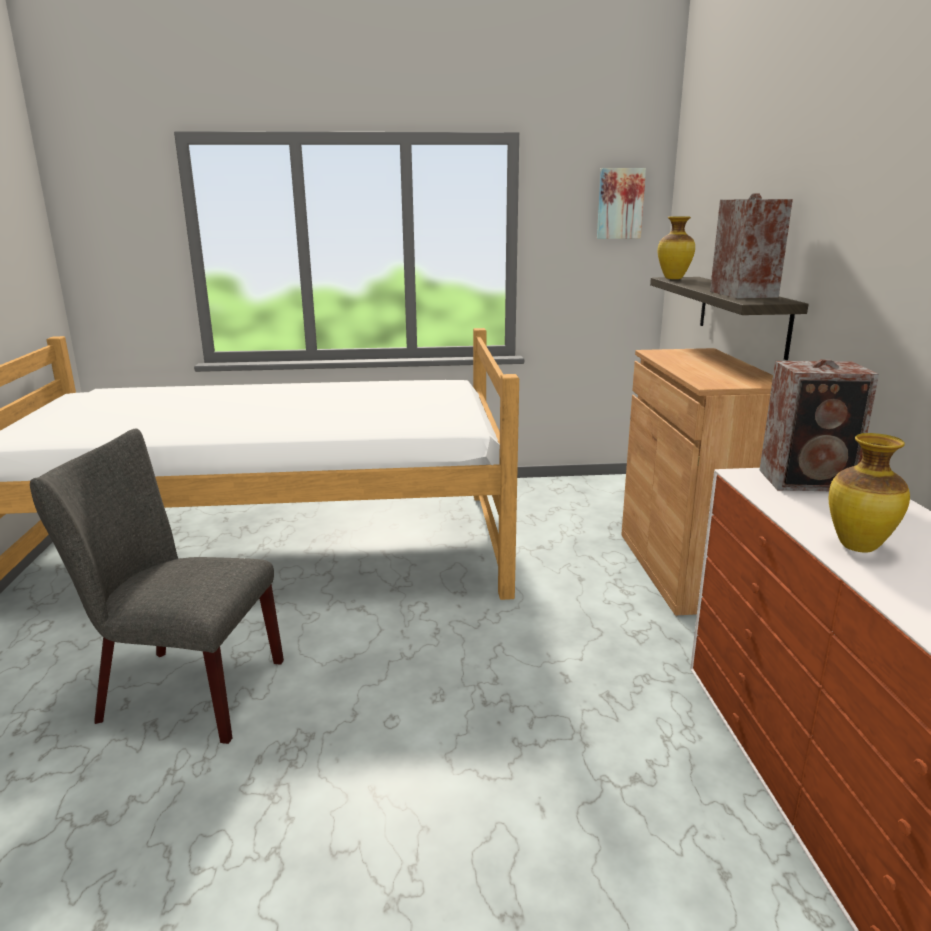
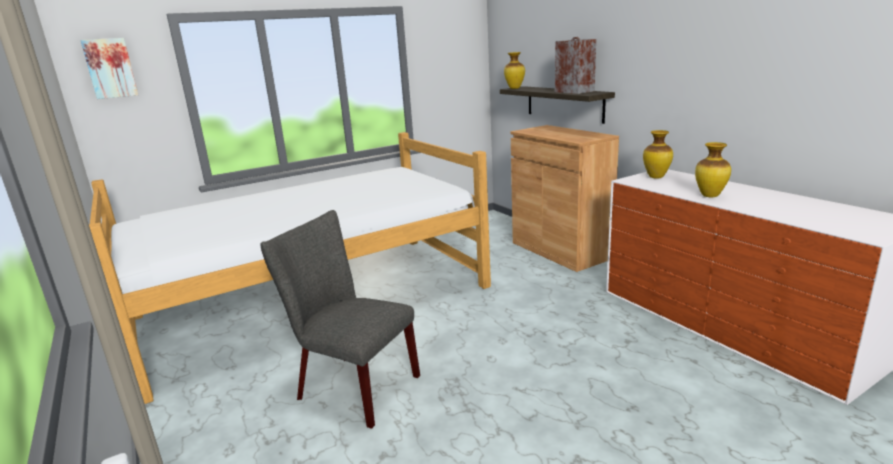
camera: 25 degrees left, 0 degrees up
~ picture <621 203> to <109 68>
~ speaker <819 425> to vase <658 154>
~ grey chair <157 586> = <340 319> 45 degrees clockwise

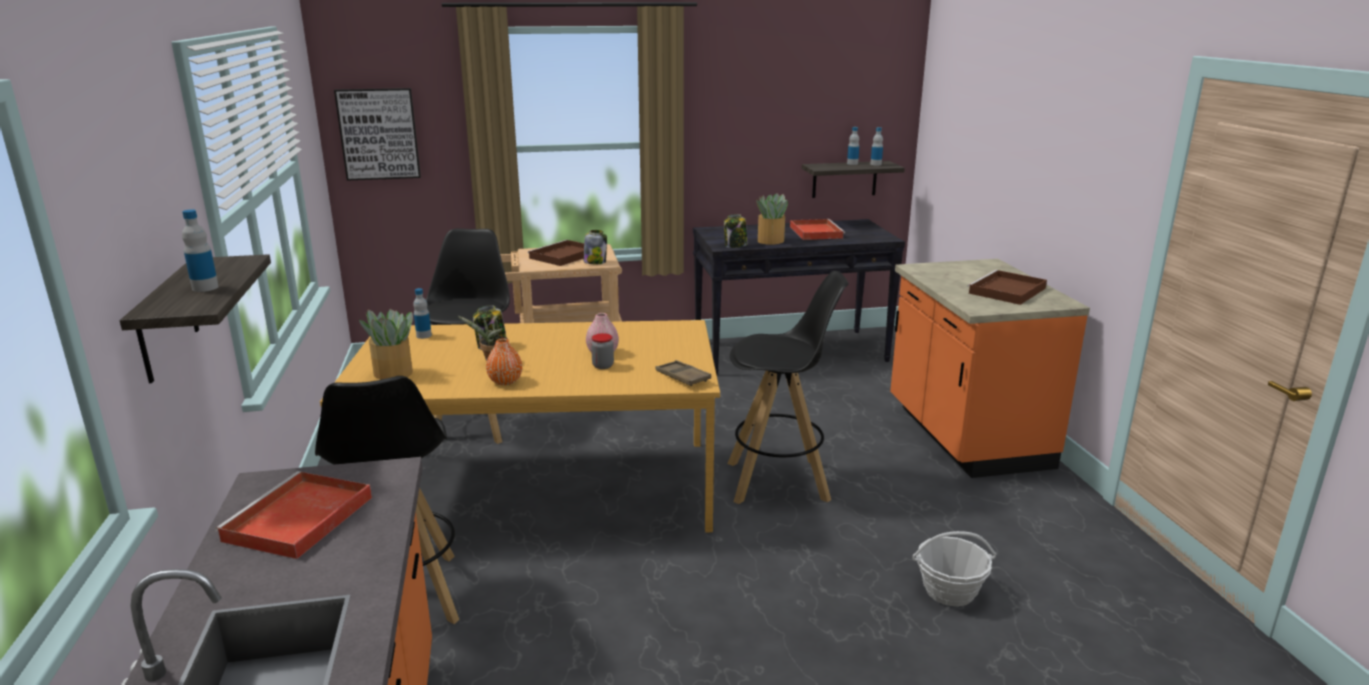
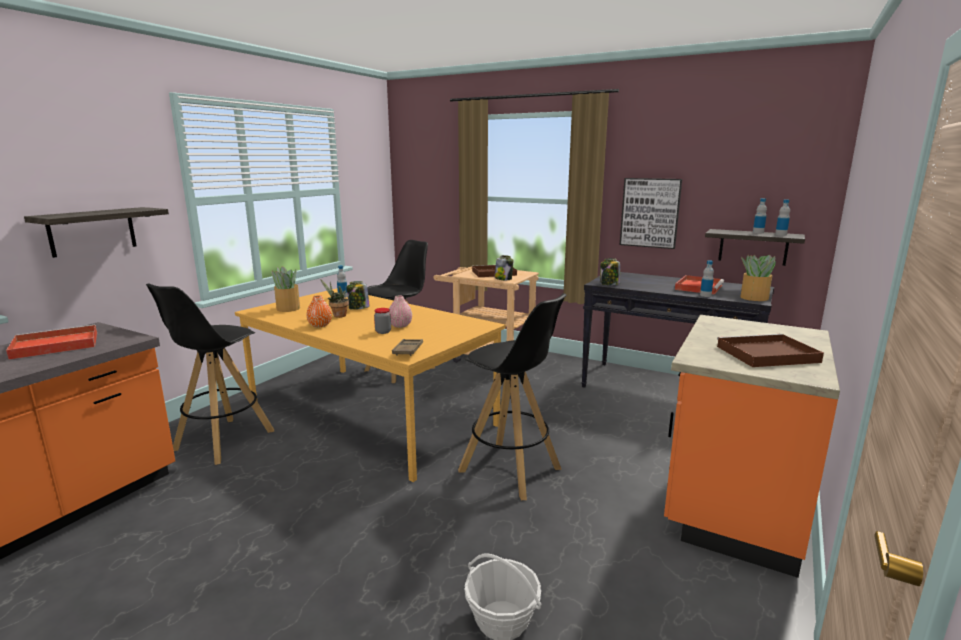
camera: 40 degrees right, 5 degrees down
~ bottle <200 250> to <707 278>
~ picture <377 134> to <651 213>
~ potted plant <772 219> to <758 277>

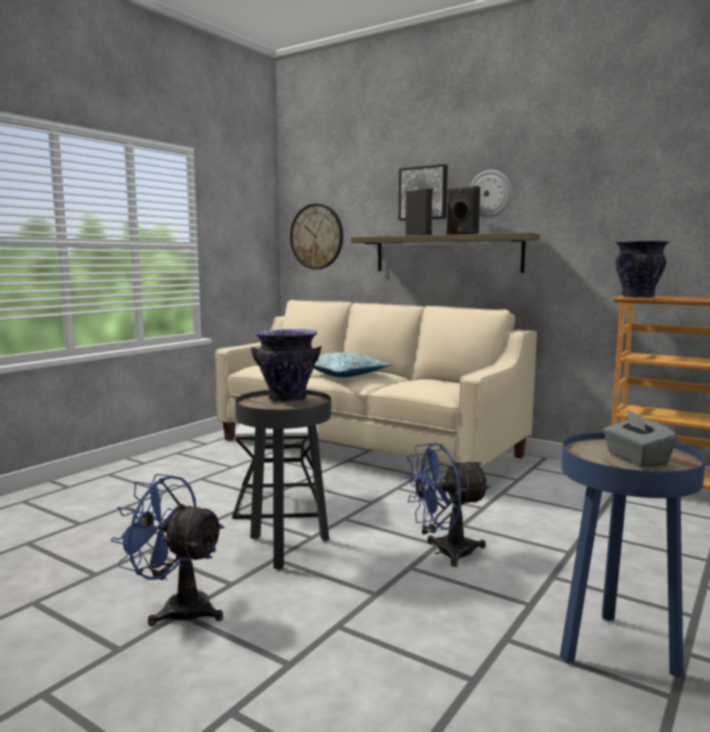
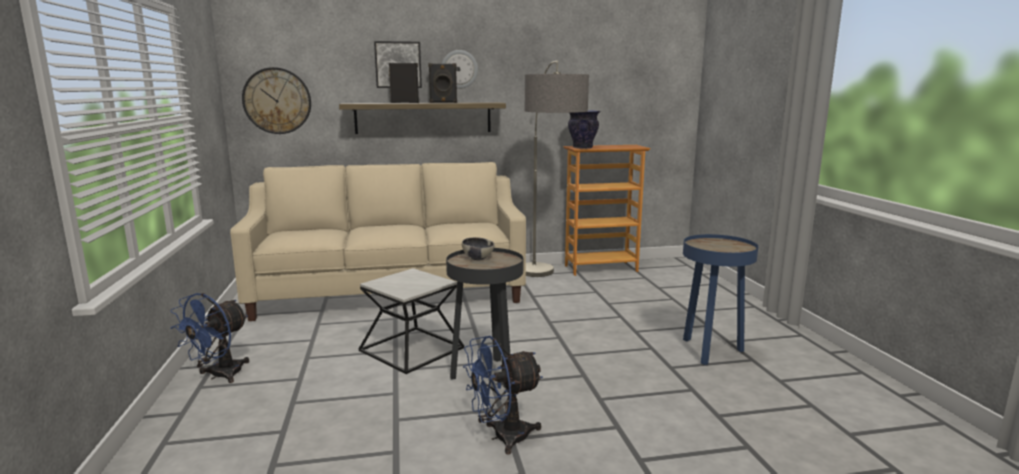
camera: 45 degrees left, 5 degrees up
- pillow <353 364>
- grey tissue box <640 438>
+ floor lamp <557 169>
~ blue fan <447 505> to <209 338>
~ vase <286 366> to bowl <478 248>

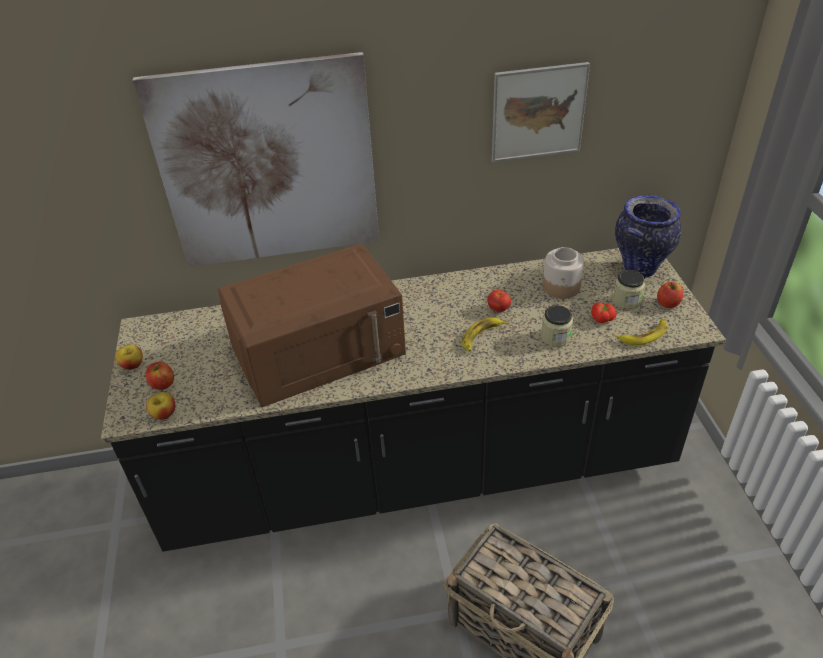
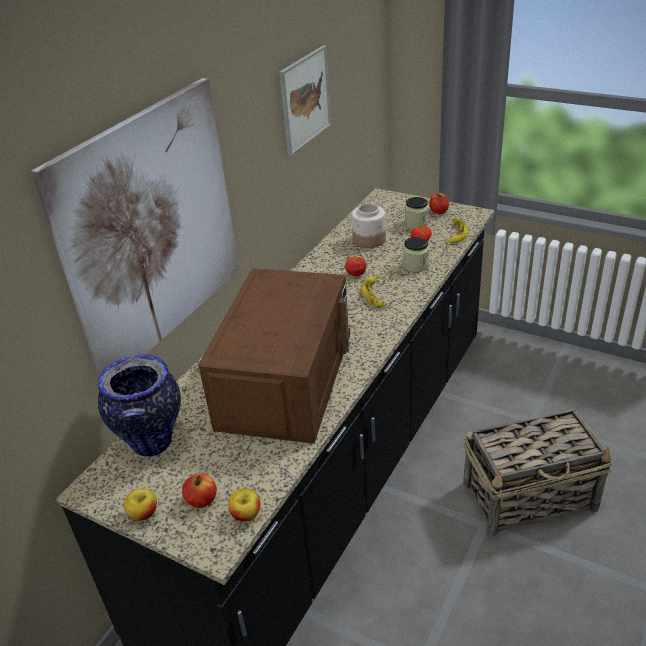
camera: 50 degrees left, 5 degrees down
~ vase <648 236> to <139 406>

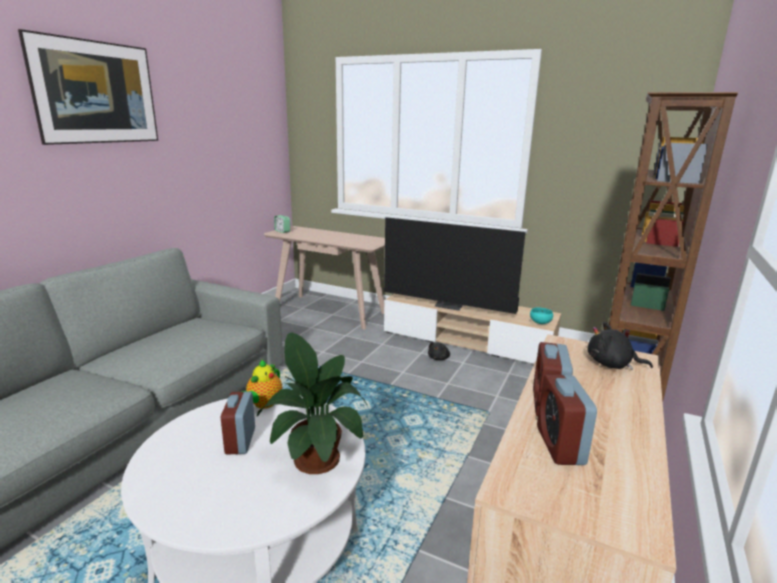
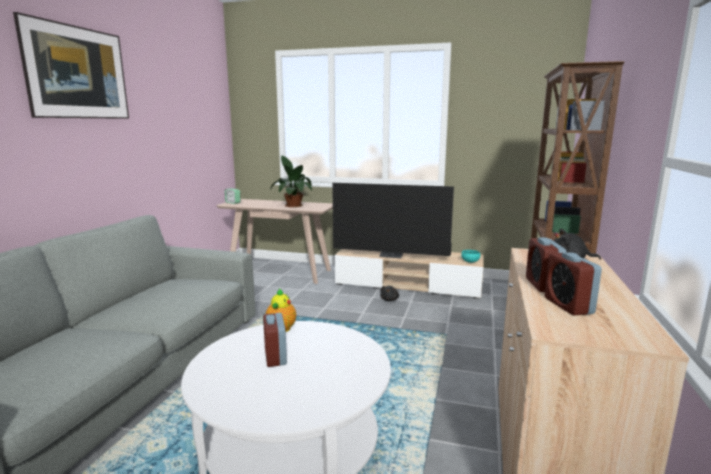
camera: 10 degrees left, 5 degrees down
~ potted plant <312 403> to <291 181>

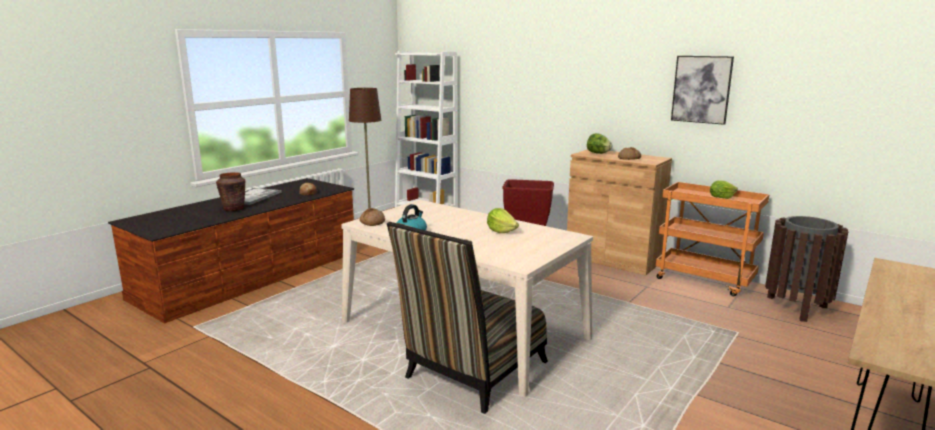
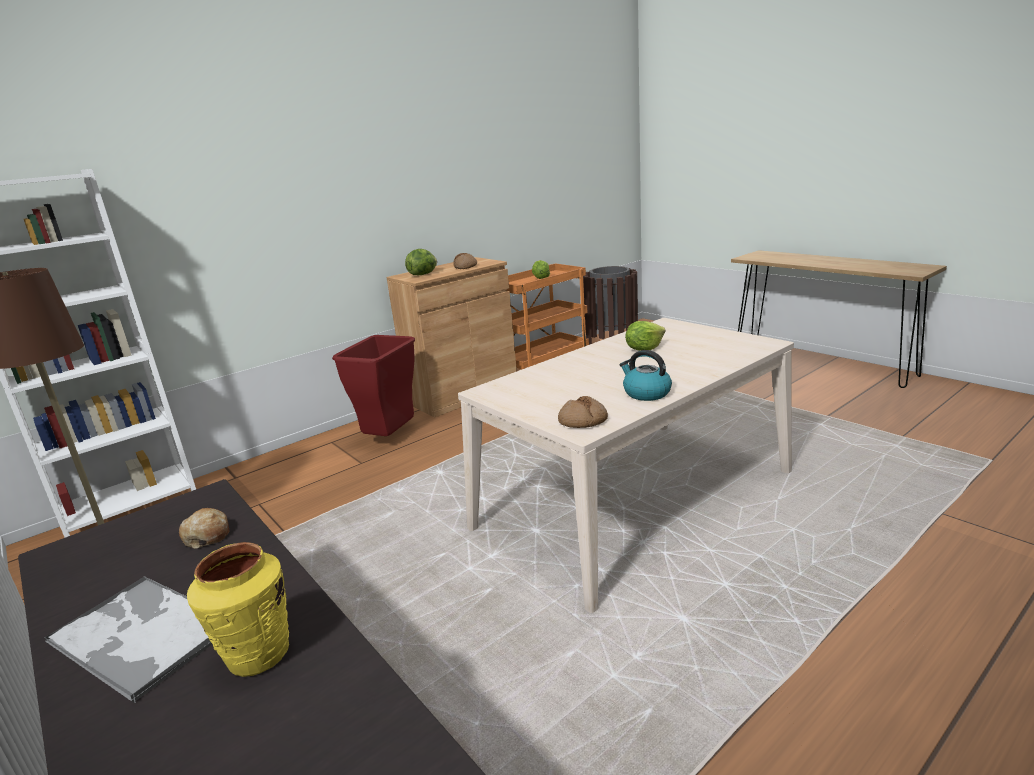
camera: 75 degrees left, 5 degrees up
- chair <467 318>
- picture <702 90>
~ brown vase <231 191> to yellow vase <238 609>

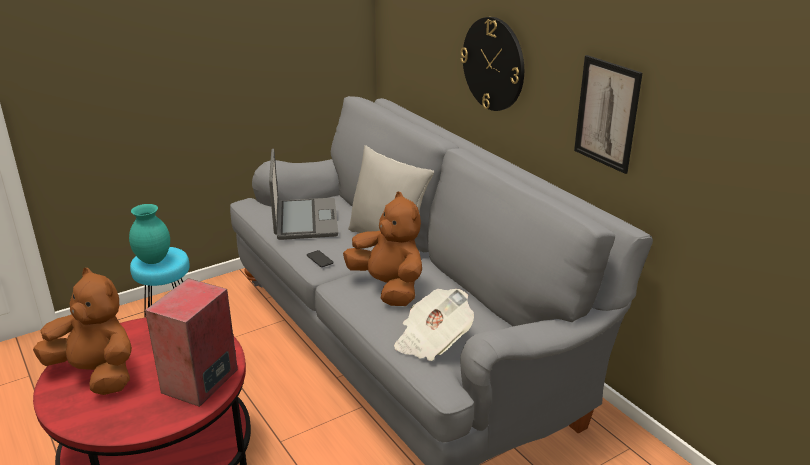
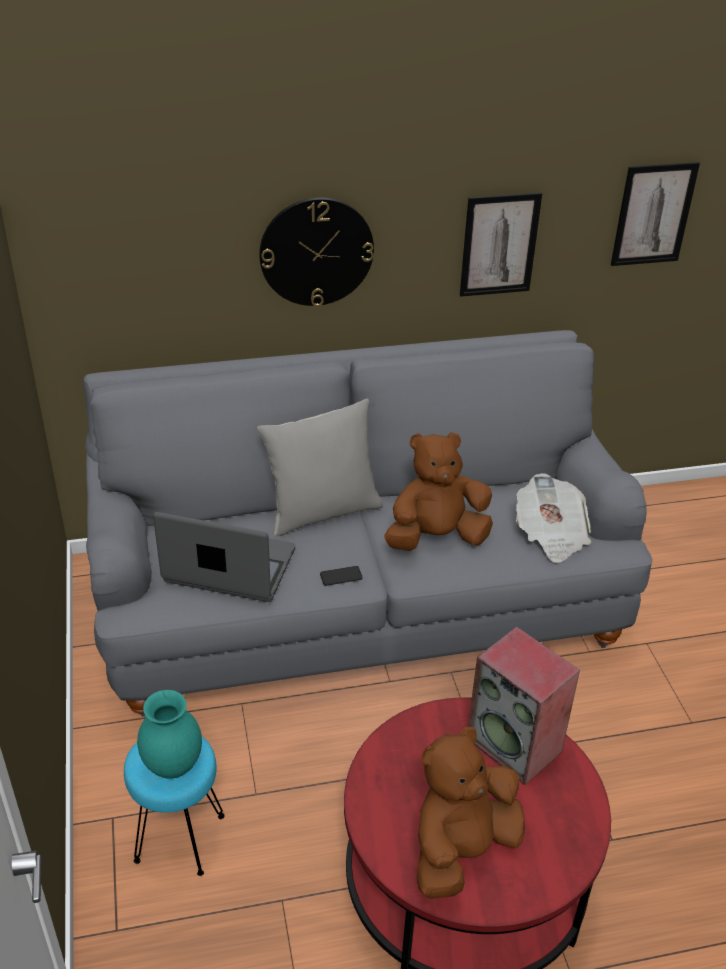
camera: 70 degrees left, 10 degrees up
+ picture <655 214>

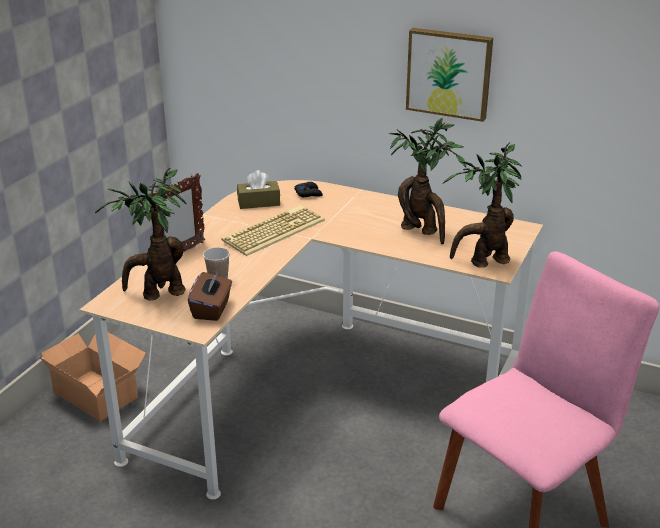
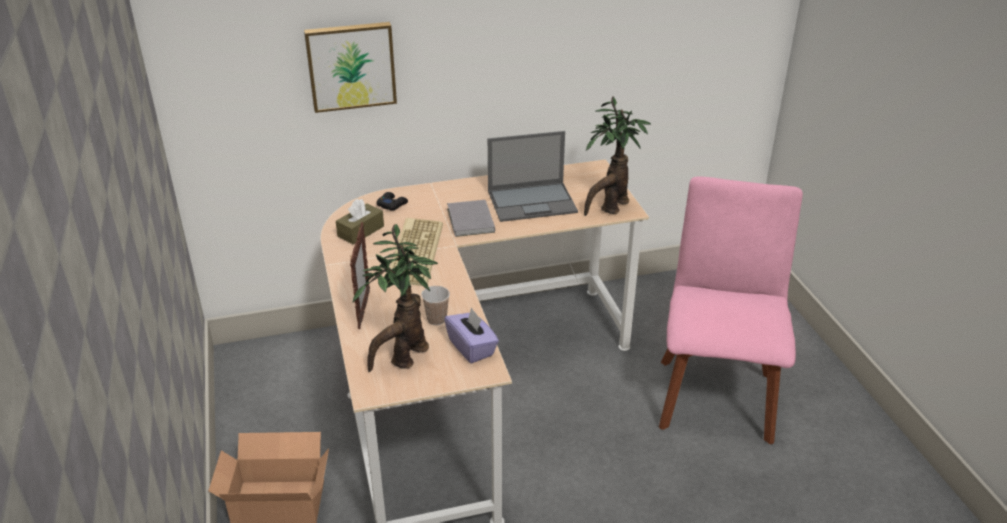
camera: 40 degrees left, 5 degrees up
+ grey book <471 218>
~ picture <449 75> to <350 67>
~ potted plant <427 180> to laptop <533 176>
~ brown tissue box <210 296> to purple tissue box <471 335>

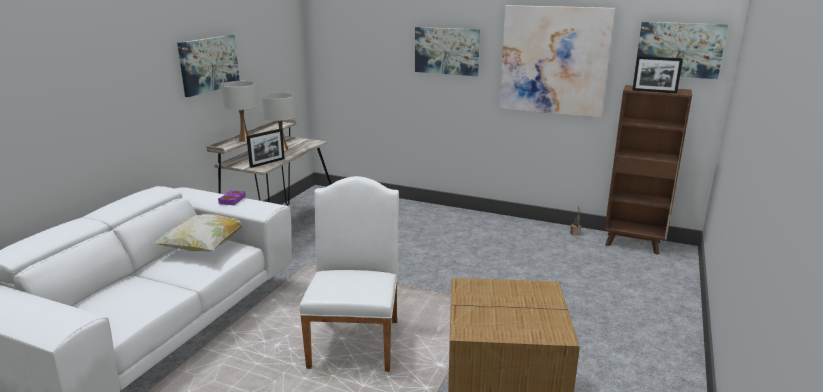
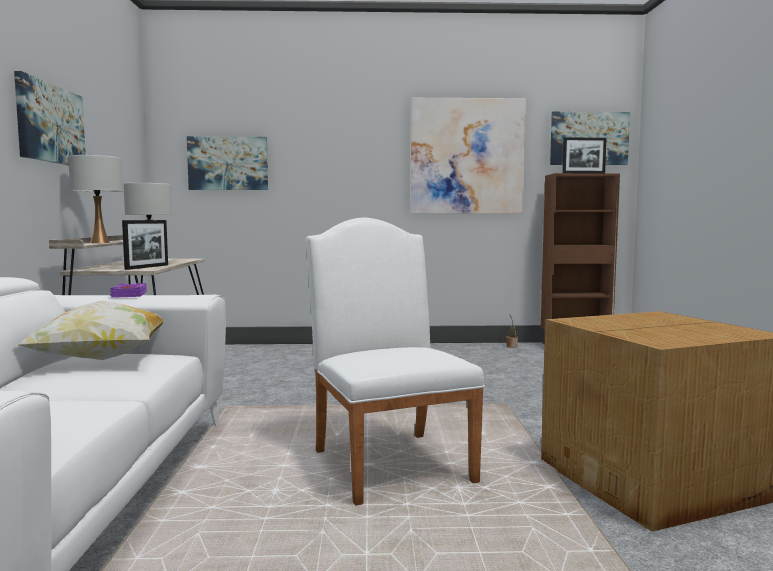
camera: 25 degrees left, 15 degrees down
~ picture <447 51> to <227 163>

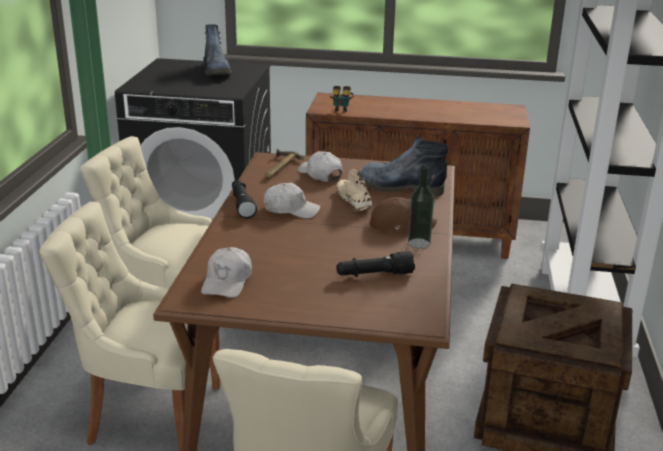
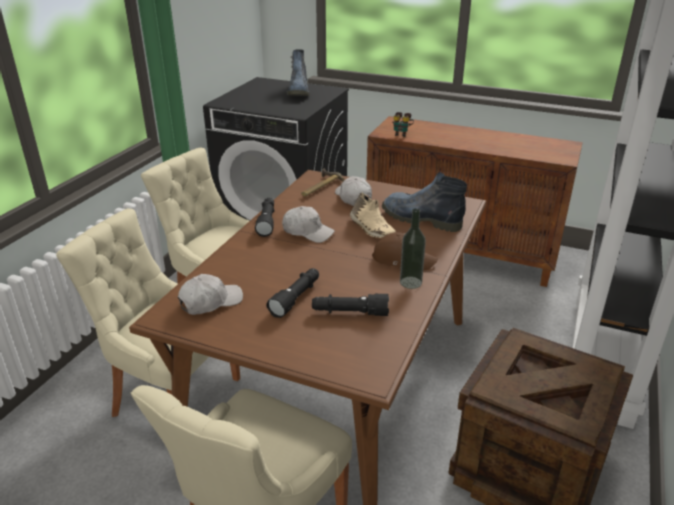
camera: 15 degrees right, 5 degrees up
+ black flashlight <292 293>
~ white cap <226 272> = <210 294> 150 degrees counterclockwise
~ beige shoe <355 190> = <373 215> 150 degrees clockwise

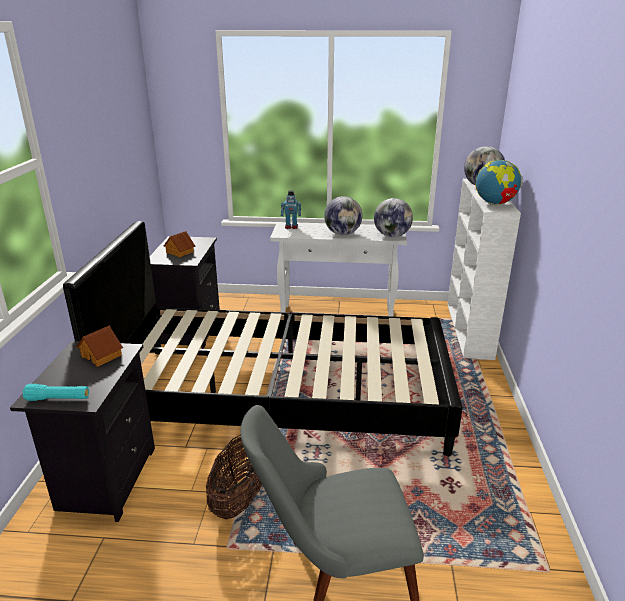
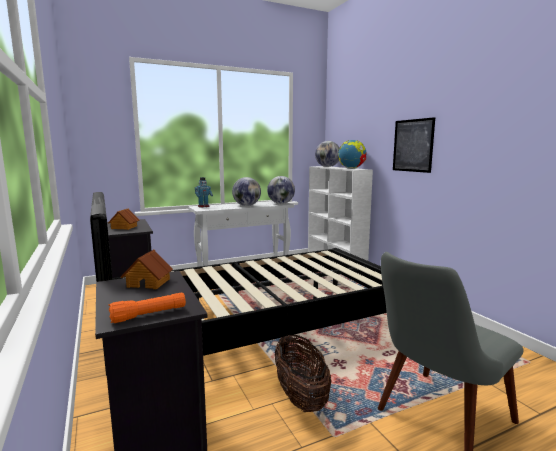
camera: 30 degrees left, 15 degrees down
+ picture <414 145>
~ turquoise flashlight <56 392> to orange flashlight <147 308>

